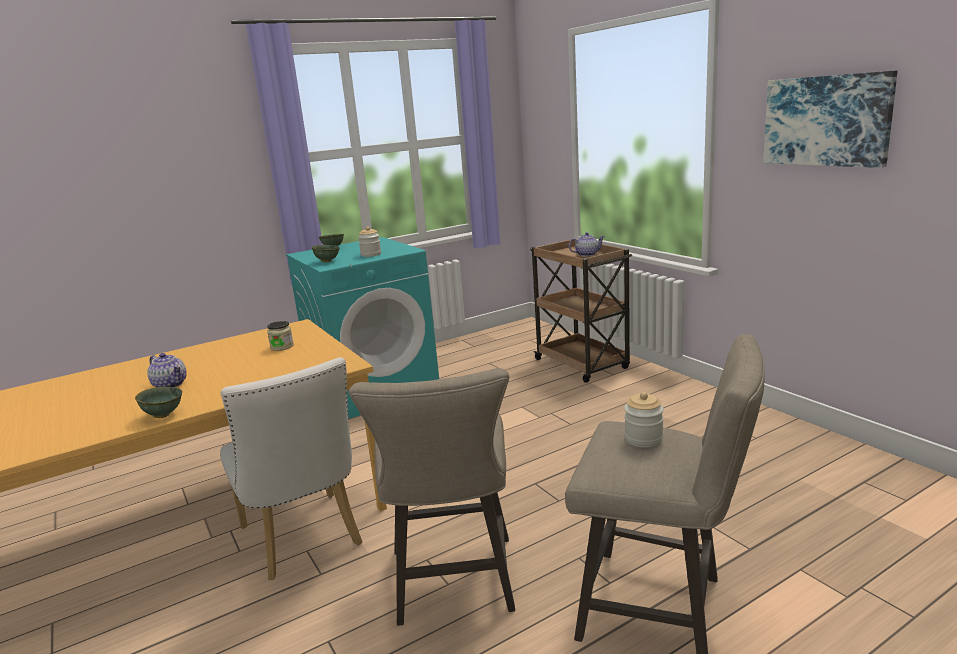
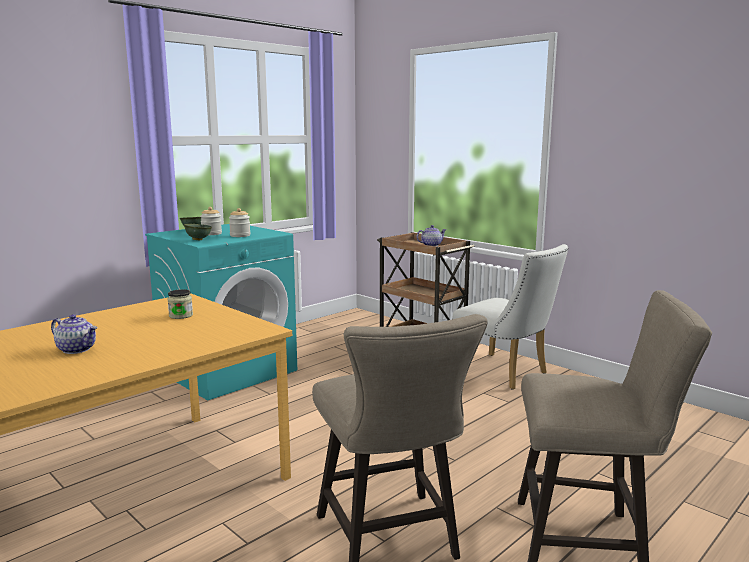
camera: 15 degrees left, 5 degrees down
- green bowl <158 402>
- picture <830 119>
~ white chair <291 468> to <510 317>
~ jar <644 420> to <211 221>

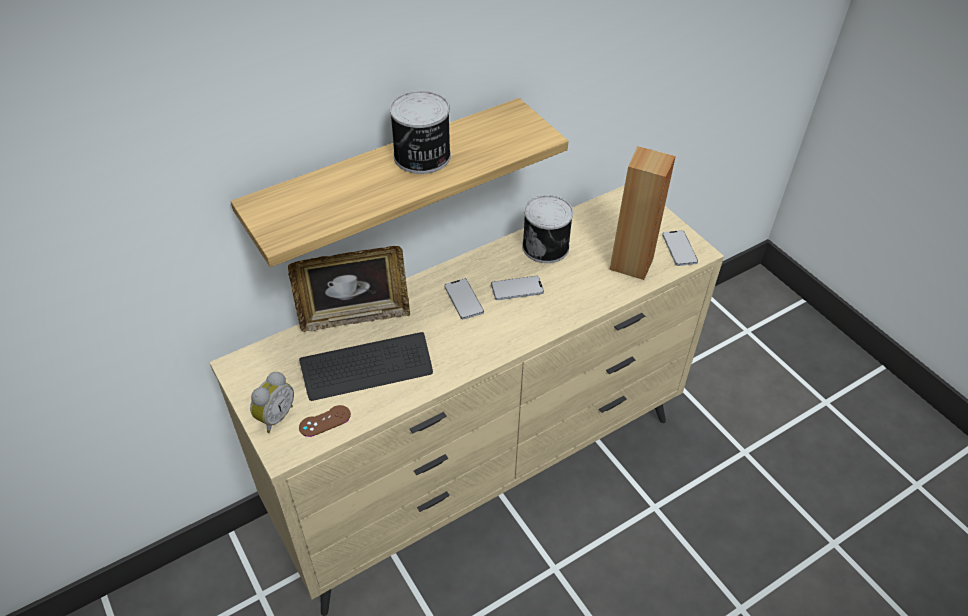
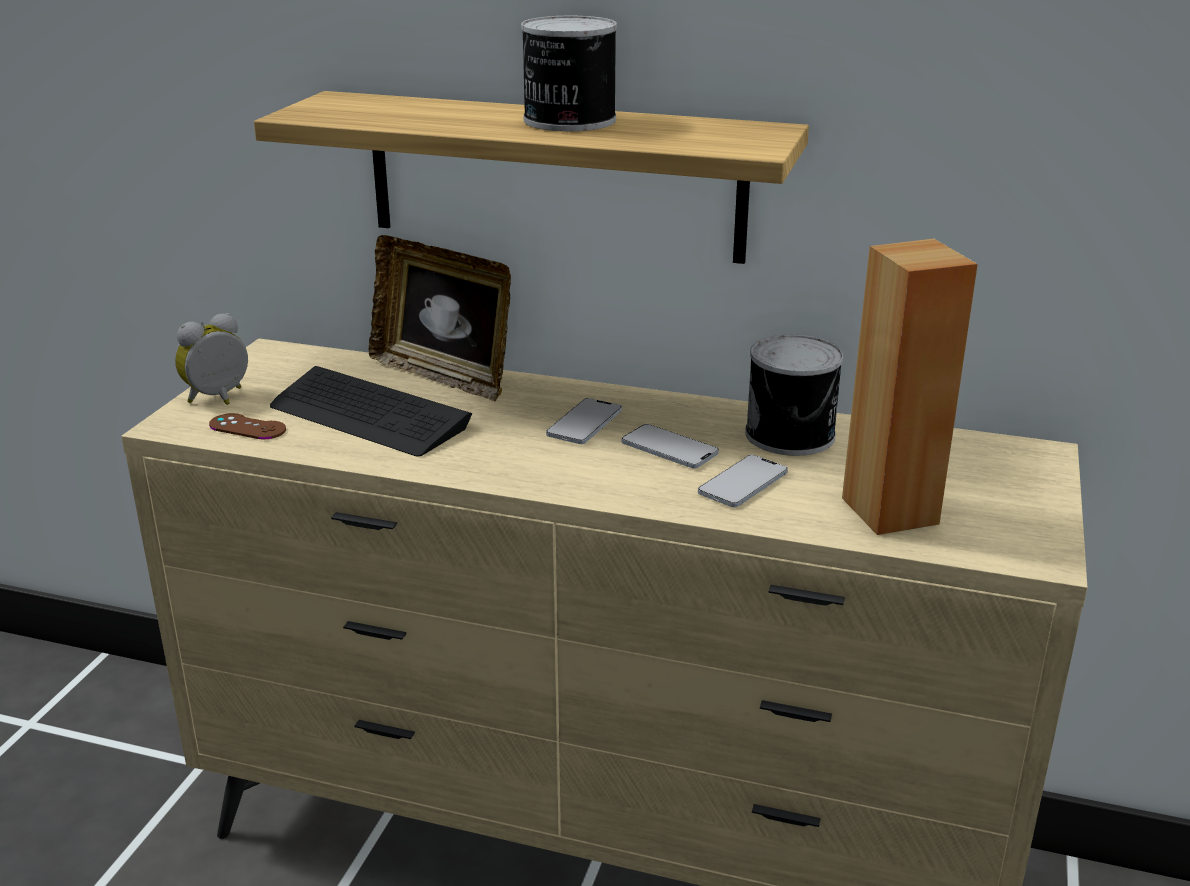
camera: 50 degrees right, 20 degrees down
~ phone <680 248> to <743 481>
~ alarm clock <272 402> = <211 359> 150 degrees clockwise

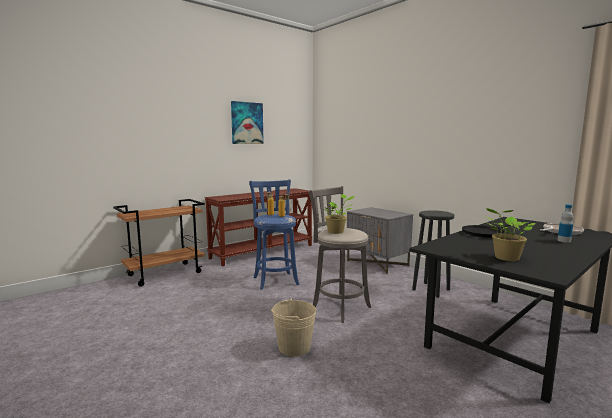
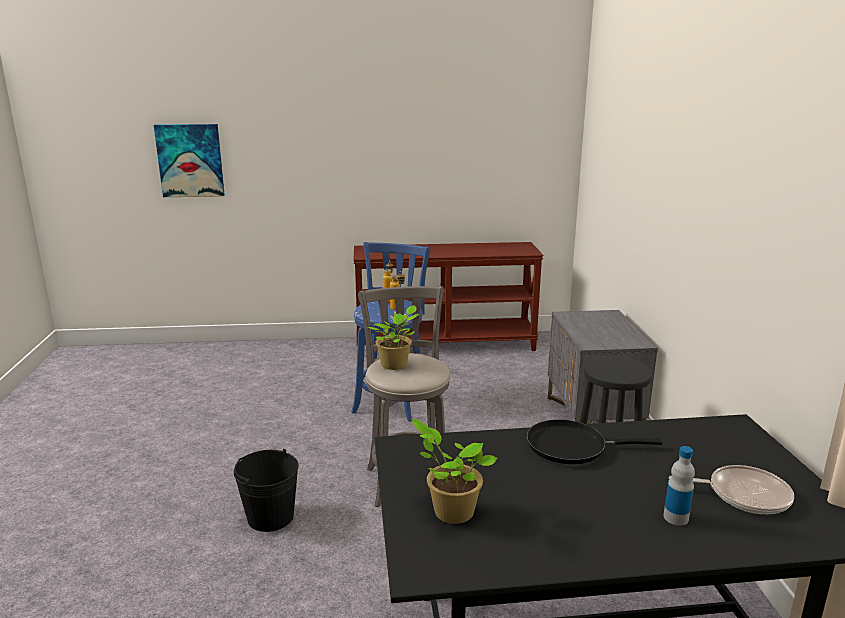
camera: 35 degrees right, 10 degrees up
- brown cart <159 243>
~ picture <247 122> to <189 160>
~ beige bucket <293 327> to black bucket <266 490>

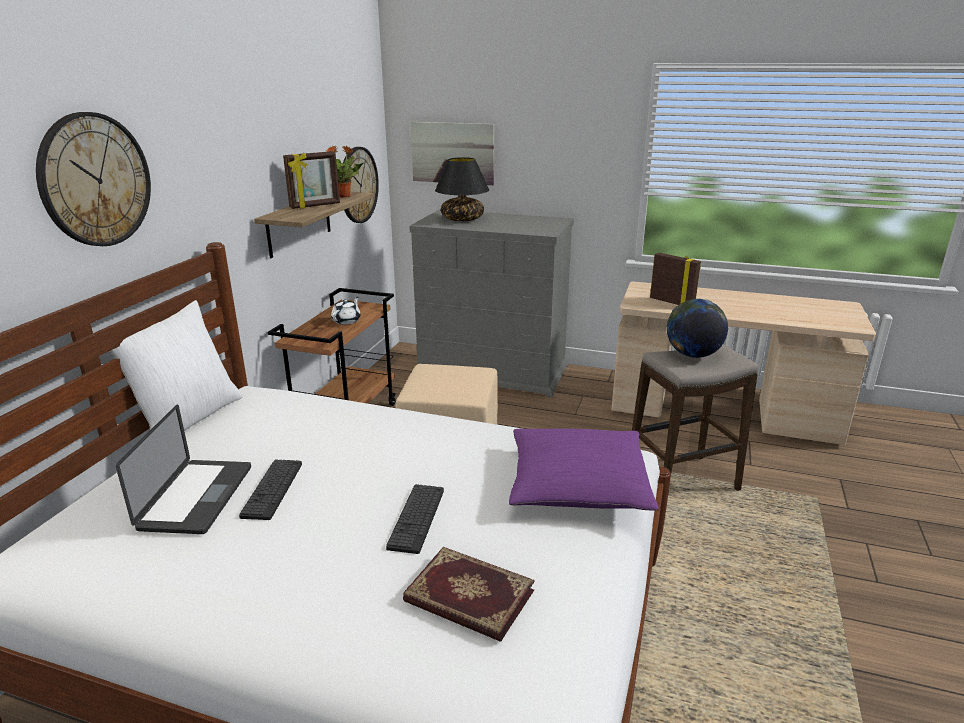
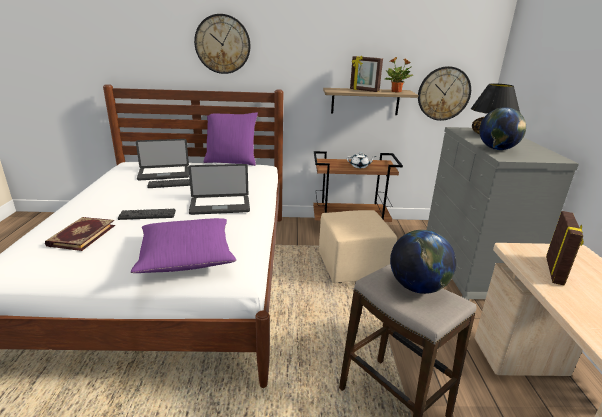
camera: 70 degrees right, 0 degrees up
- picture <452 153>
+ laptop <219 189>
+ globe <502 128>
~ white pillow <176 365> to purple pillow <231 139>

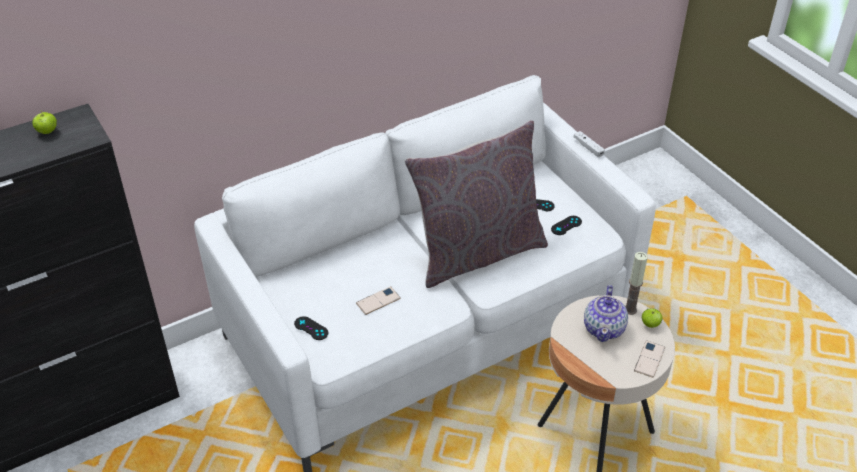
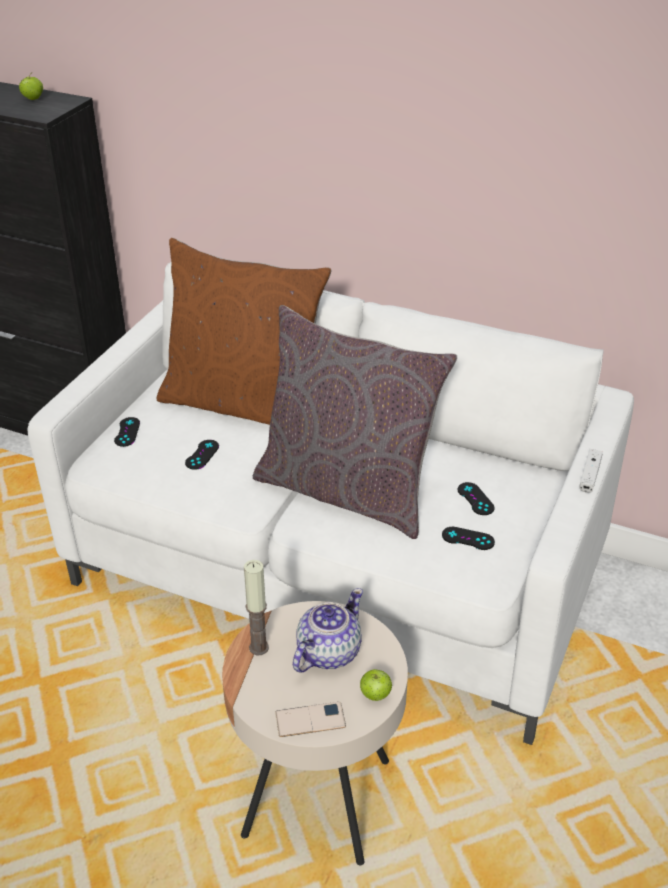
camera: 55 degrees right, 5 degrees down
+ brown pillow <244 331>
~ candle <636 283> to <256 608>
~ phone <378 301> to black game controller <202 455>
~ teapot <606 313> = <328 630> 150 degrees clockwise

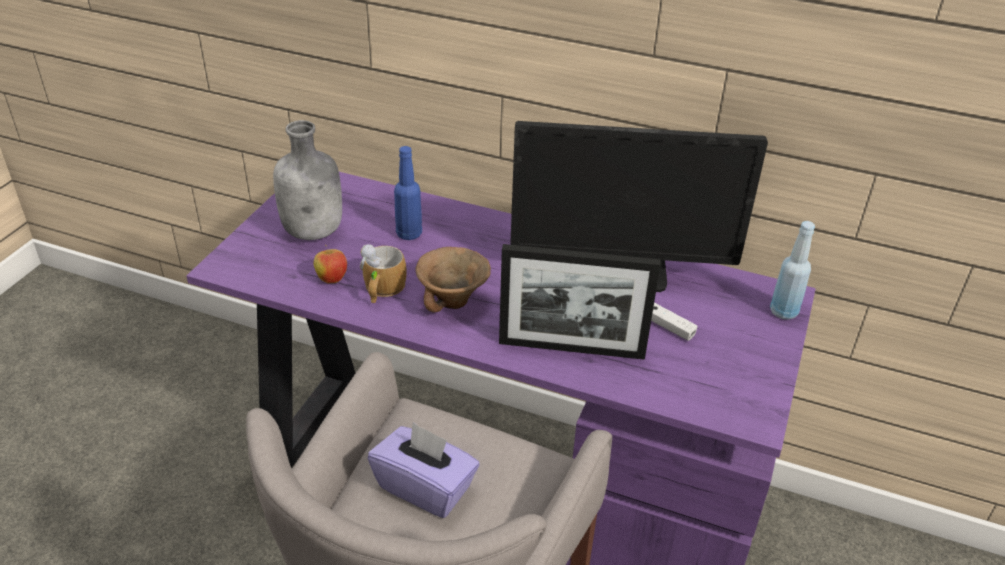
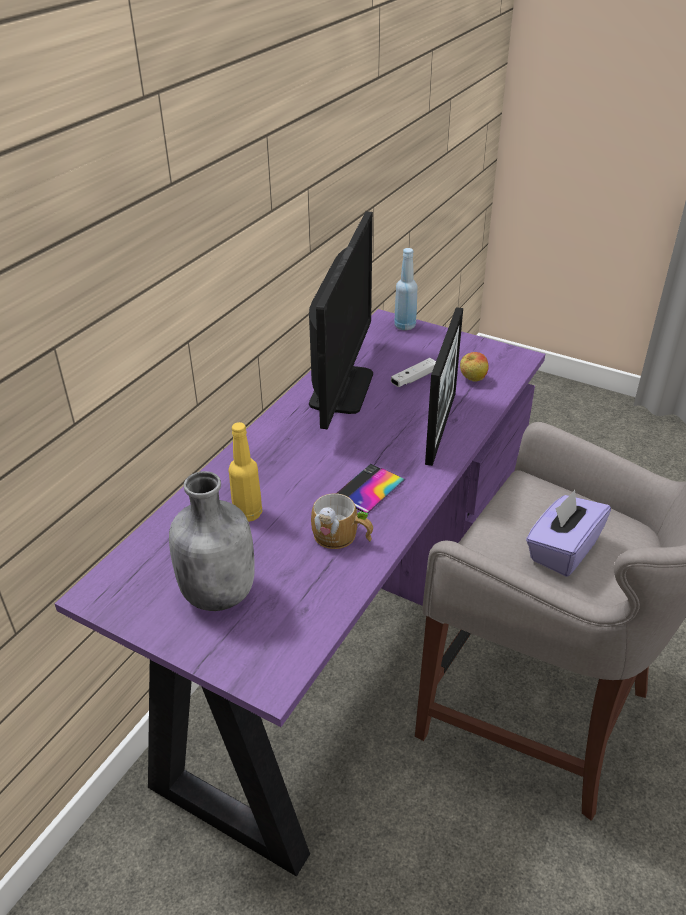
camera: 80 degrees left, 0 degrees up
~ apple <330 264> to <474 367>
~ brown bowl <453 279> to phone <370 488>
~ blue bottle <408 193> to yellow bottle <245 472>

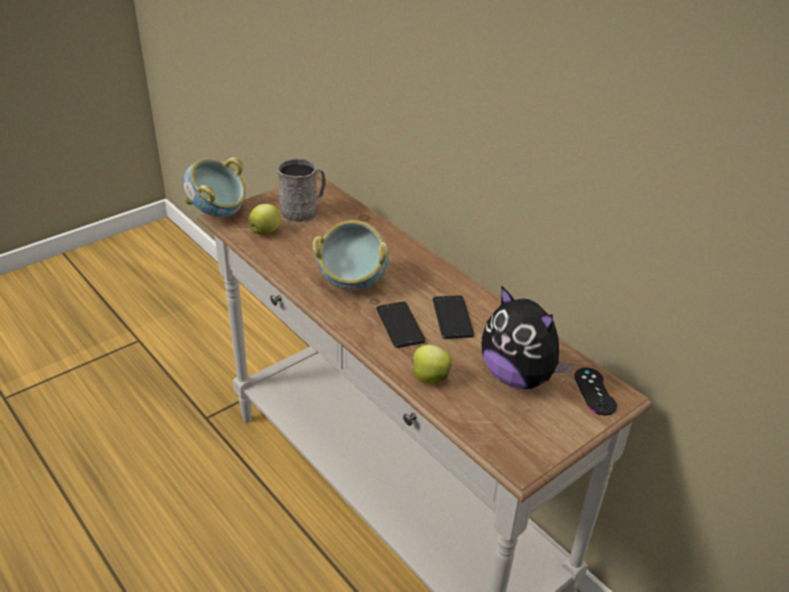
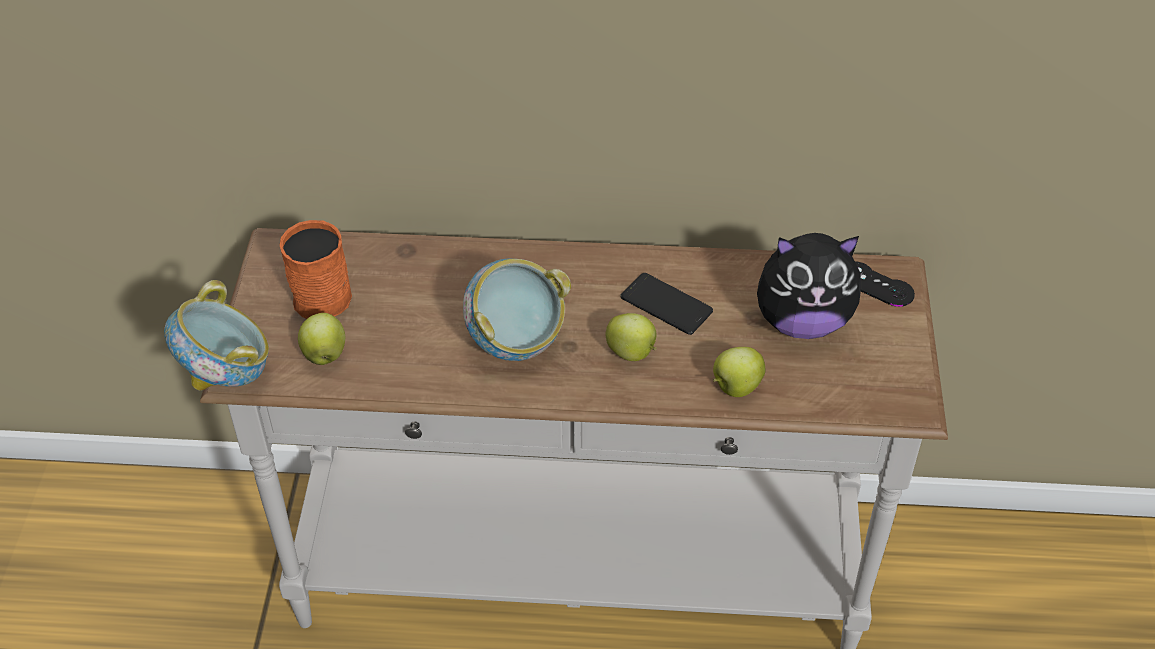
camera: 45 degrees left, 10 degrees up
~ phone <401 325> to apple <631 337>
~ grey mug <301 190> to orange mug <316 269>

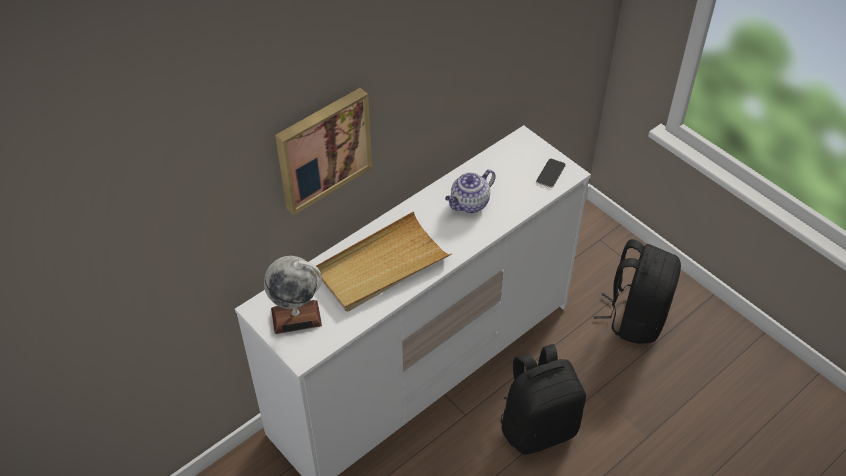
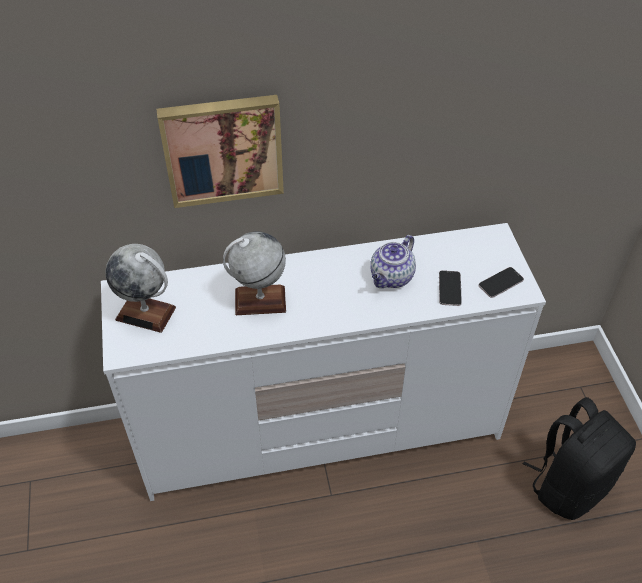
camera: 30 degrees right, 0 degrees up
- black backpack <543 399>
+ phone <450 288>
~ beige tray <383 261> to globe <254 273>
~ teapot <470 191> = <393 261> 45 degrees counterclockwise

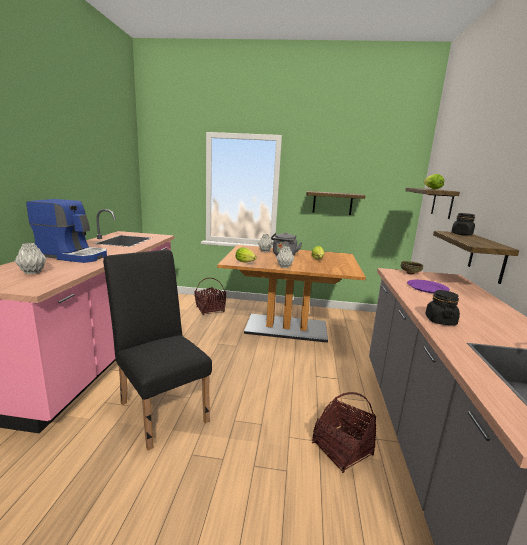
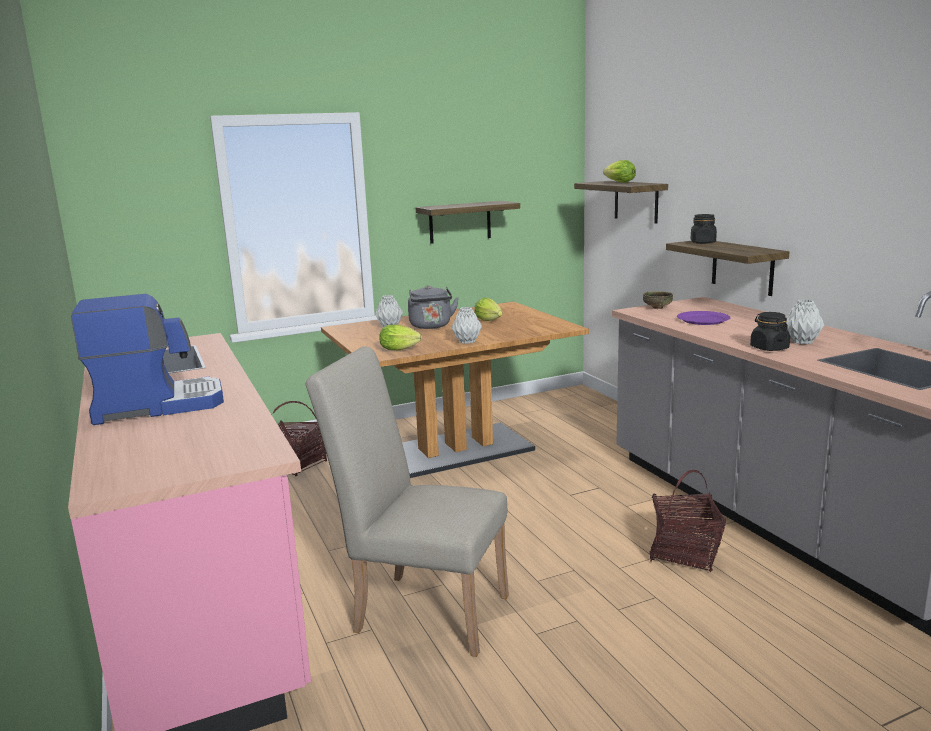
camera: 30 degrees left, 0 degrees up
~ grey vase <30 258> to <805 321>
~ black chair <157 349> to beige chair <407 501>

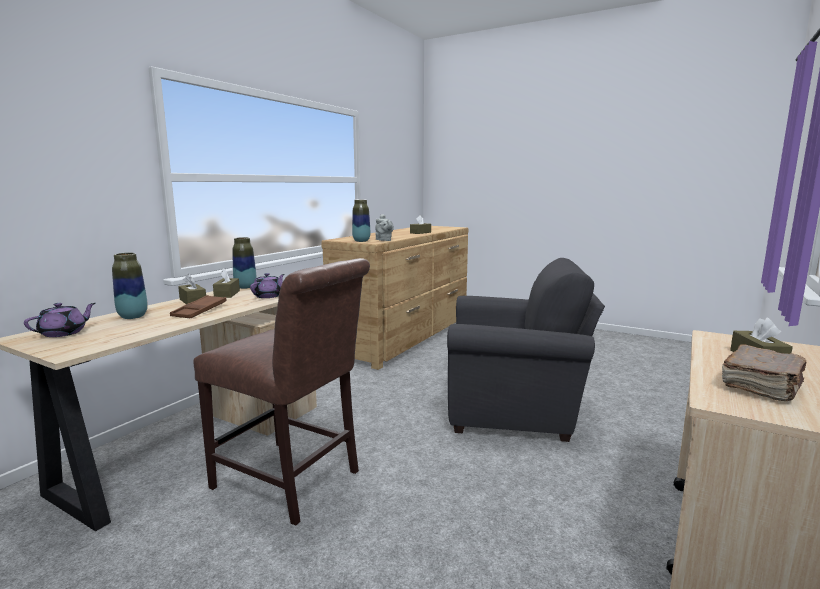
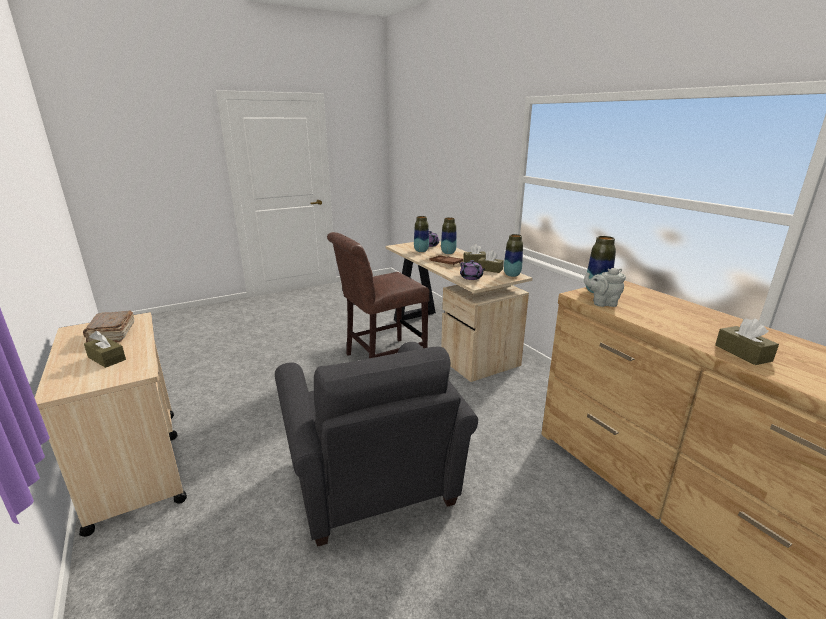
camera: 120 degrees right, 10 degrees up
+ vase <421 234>
~ grey armchair <526 350> = <376 444> 60 degrees counterclockwise

